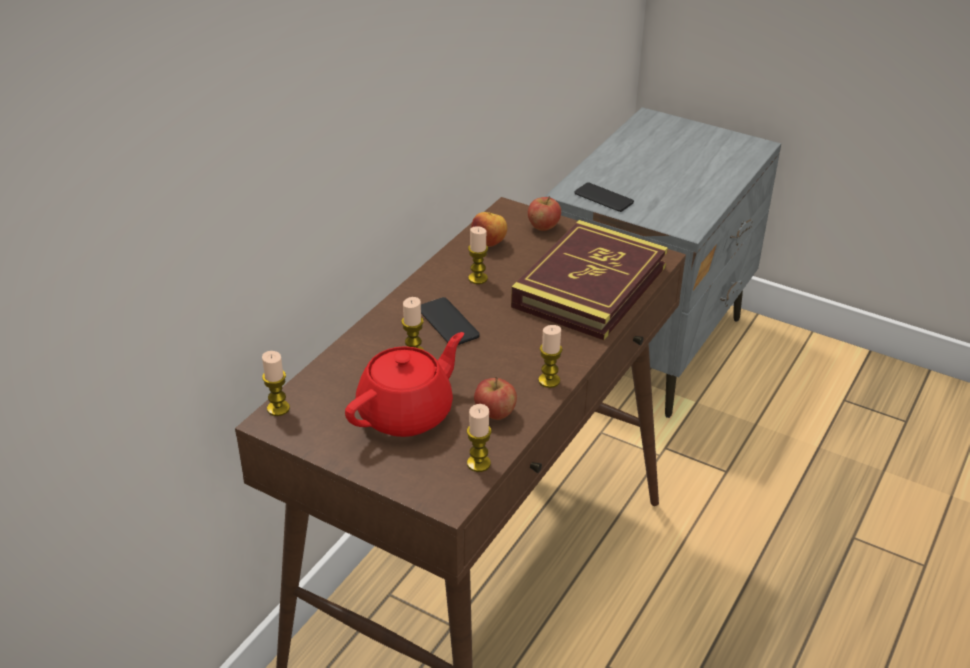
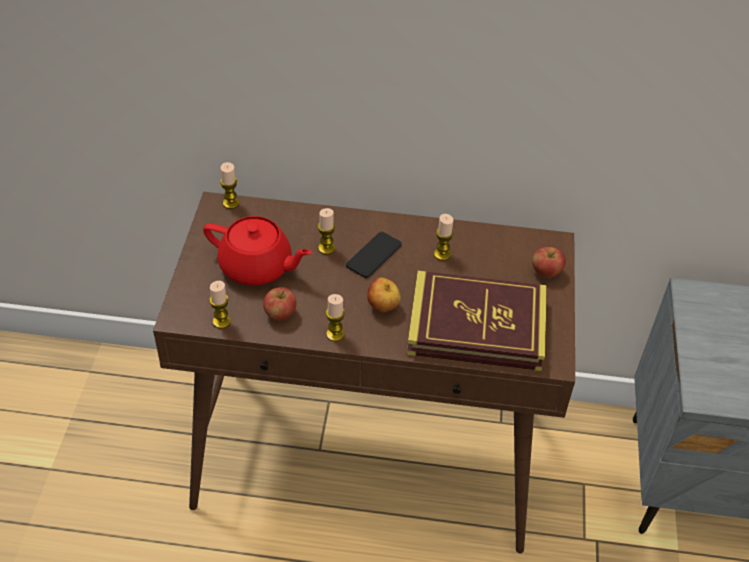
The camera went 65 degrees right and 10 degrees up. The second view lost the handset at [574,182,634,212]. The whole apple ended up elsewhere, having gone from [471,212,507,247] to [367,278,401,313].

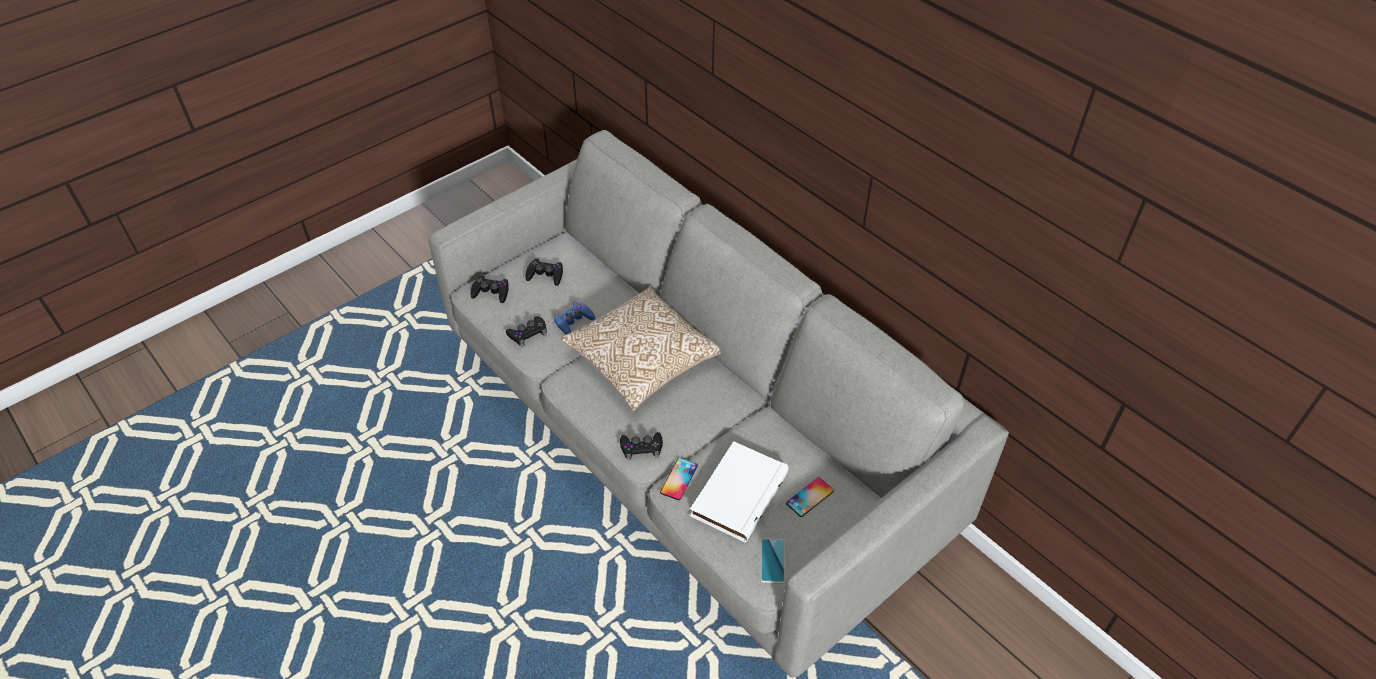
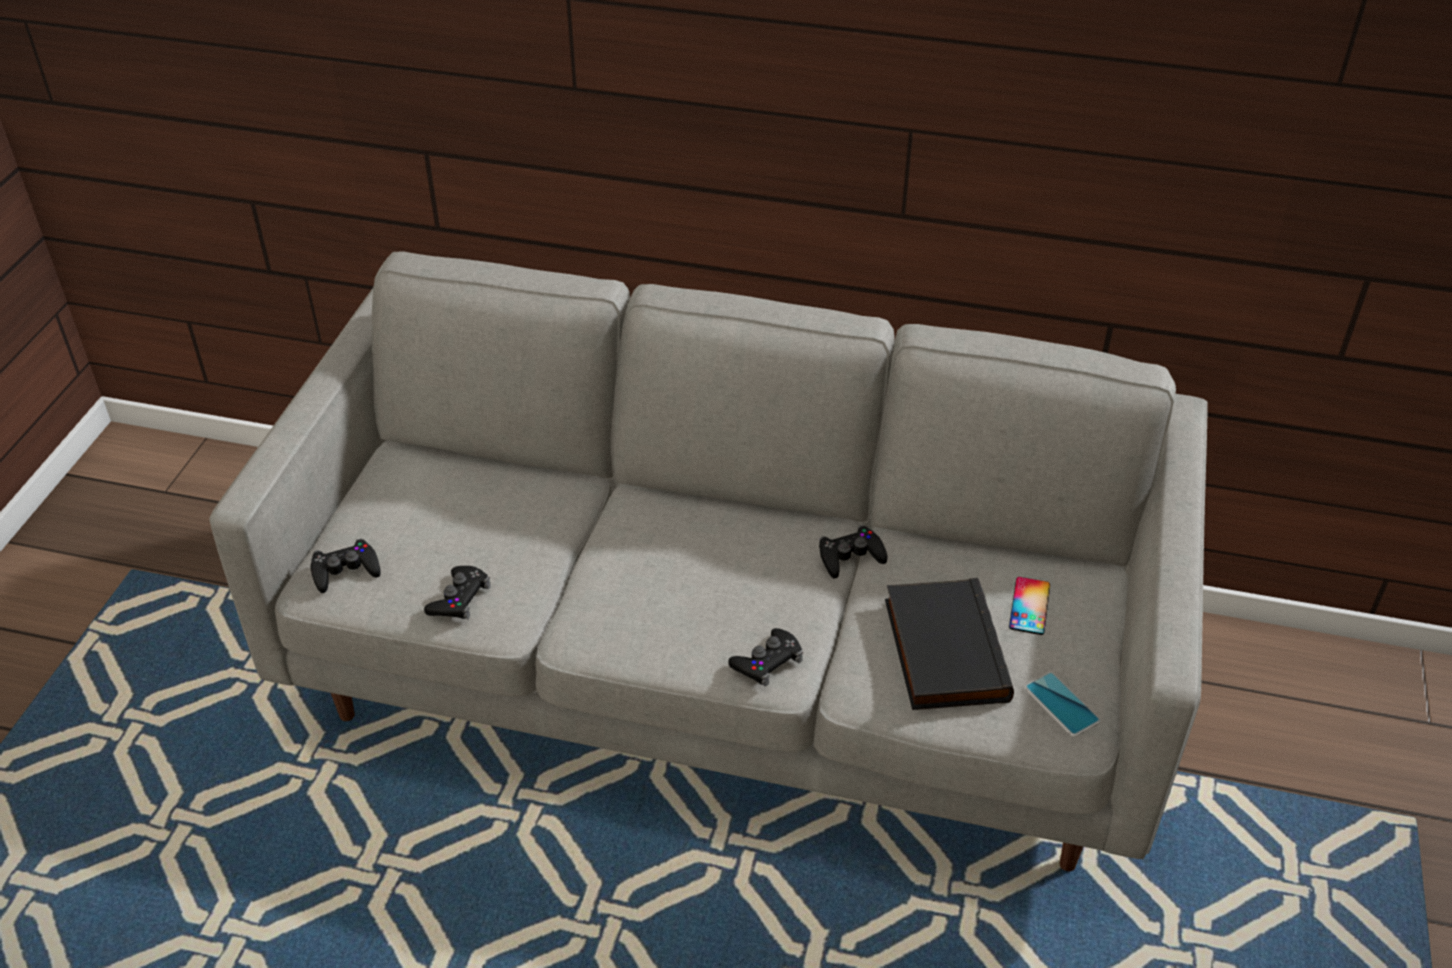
The camera went 35 degrees left and 5 degrees down. The game controller (blackish) ended up elsewhere, having gone from [525,258,563,286] to [819,525,887,579]. The second view lost the cushion at [561,286,721,411]. The second view lost the game controller (blue-coloured) at [554,302,595,335]. What was the bound book (whitish) at [690,441,789,543] turned into the bound book (blackish) at [885,578,1014,710]. The second view lost the handset at [660,458,698,500].

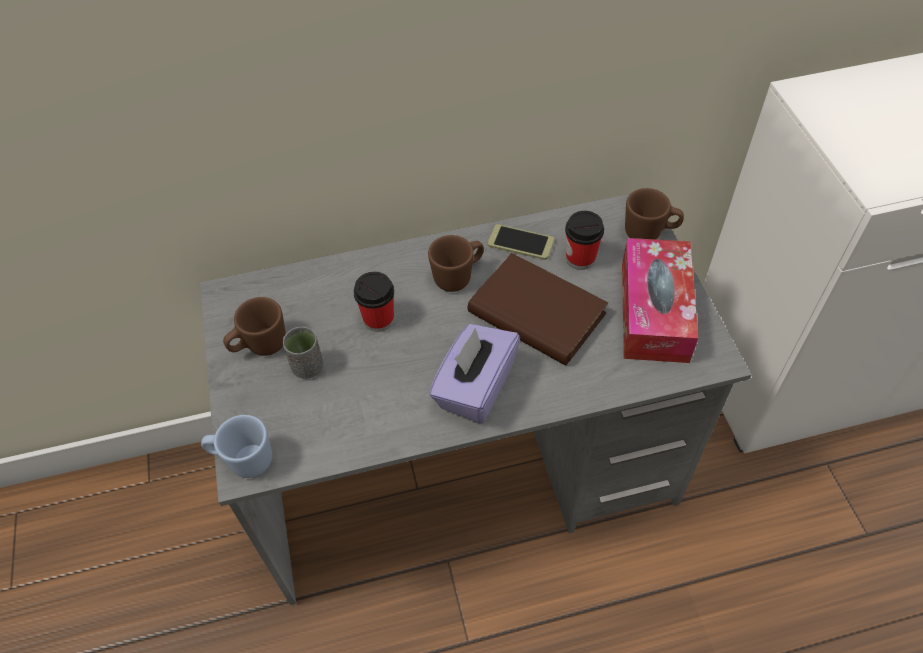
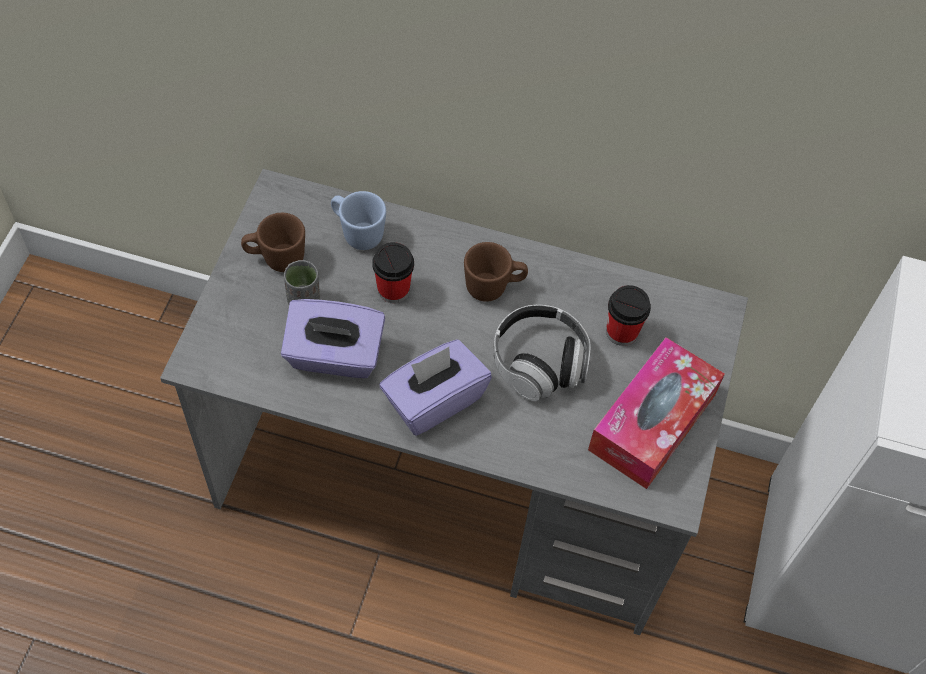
The camera went 25 degrees right and 5 degrees up. The second view lost the mug (brownish) at [625,188,684,240]. The second view lost the handset at [488,224,554,260]. Where the bound book (brownish) stood at [468,253,608,365], the headphones came to stand at [493,305,590,401]. The mug (blue-coloured) ended up elsewhere, having gone from [201,415,272,478] to [331,191,386,250]. The second view gained the box of tissues (purple) at [281,299,385,378].

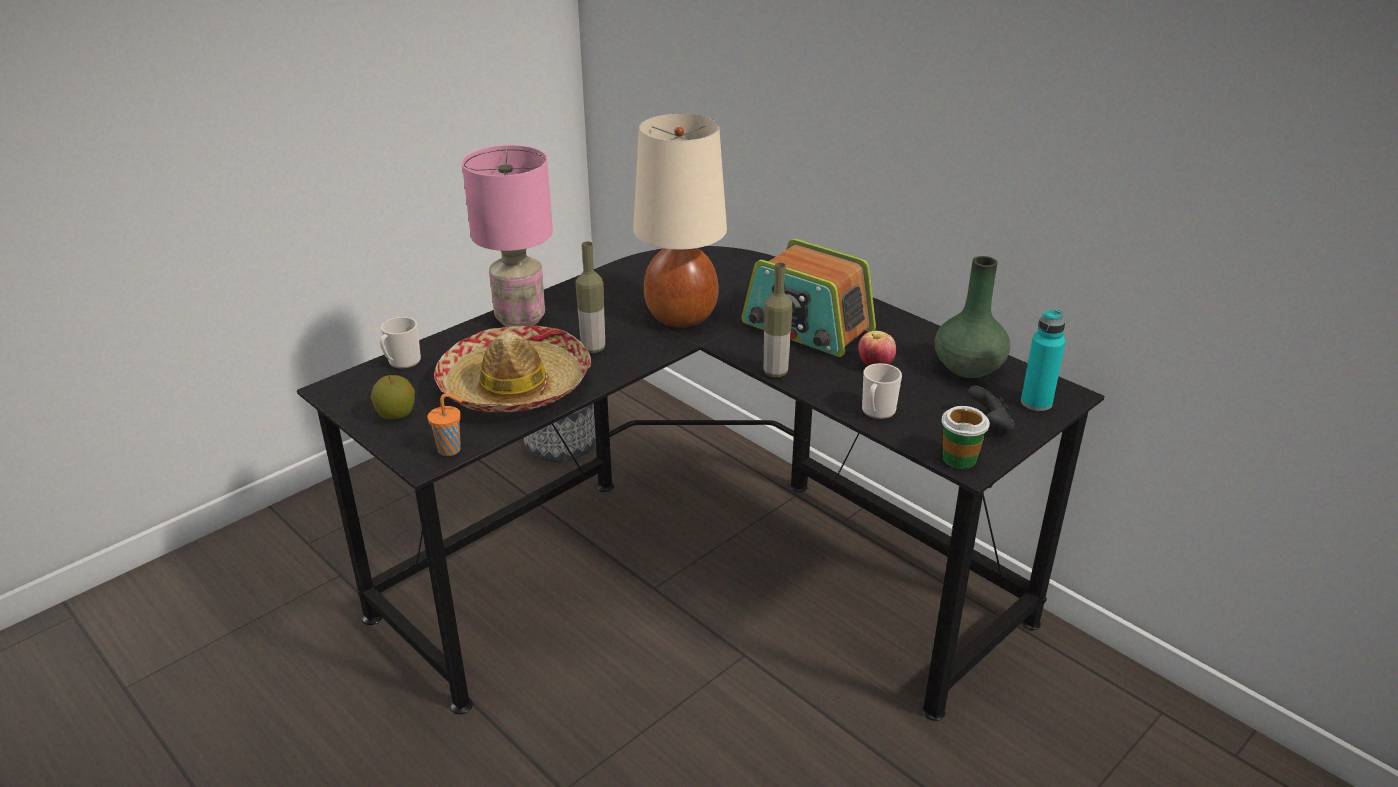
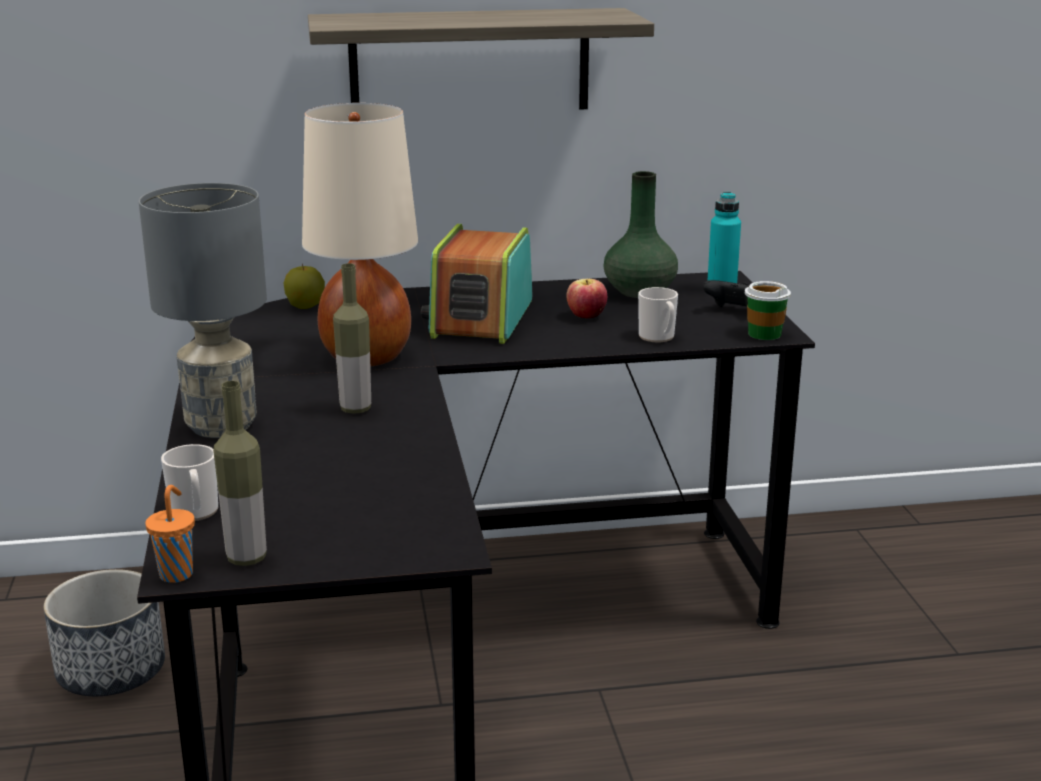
The camera went 55 degrees left and 10 degrees down. What was the tabletop lamp (pink) at [462,145,553,327] turned into the tabletop lamp (gray) at [139,183,267,438]. The radio at [741,239,876,357] ended up facing another way, 120 degrees clockwise from before. The drink bottle ended up elsewhere, having gone from [764,262,793,377] to [213,381,267,566]. The second view lost the wearable hat at [434,326,591,412]. The whole apple ended up elsewhere, having gone from [371,375,415,419] to [284,264,325,309]. The small cup (orangey) ended up elsewhere, having gone from [427,393,462,456] to [145,485,195,583]. The second view gained the wall shelf at [308,8,654,109].

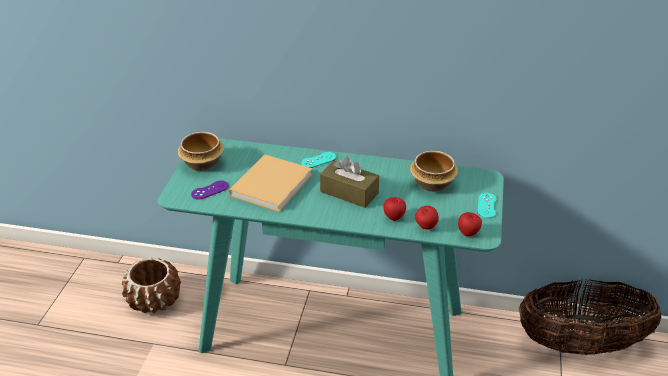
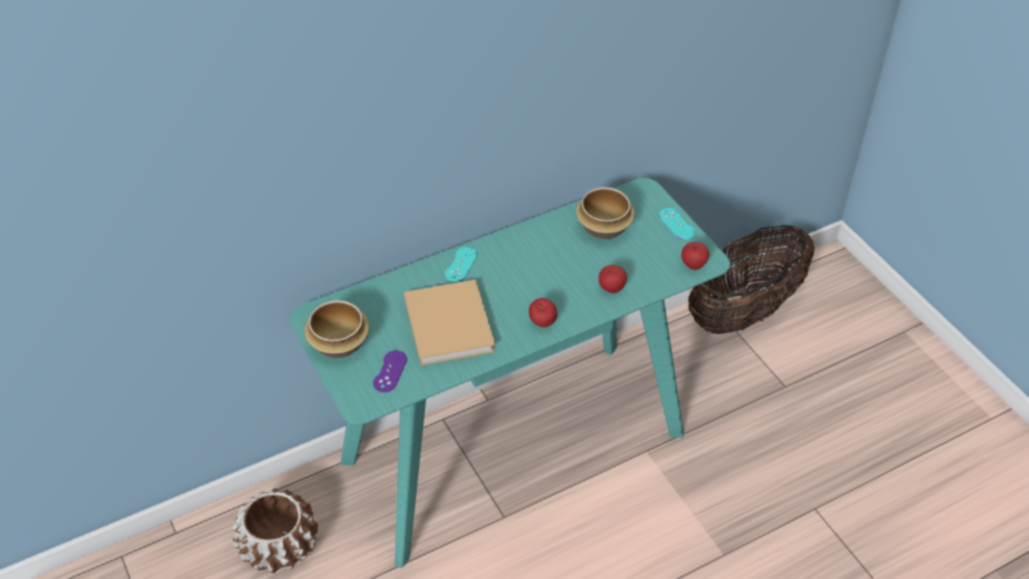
The camera went 40 degrees left and 10 degrees up. The second view lost the box of tissues (brownish) at [320,157,379,208]. The whole apple ended up elsewhere, having gone from [415,206,439,230] to [529,298,557,327].

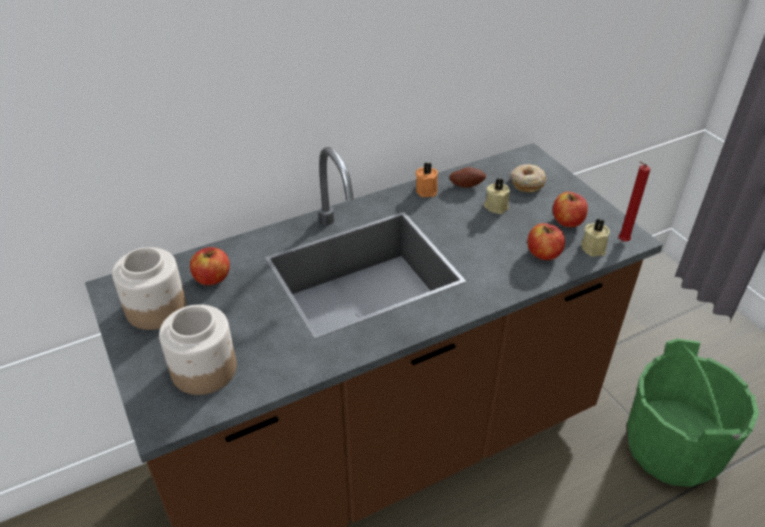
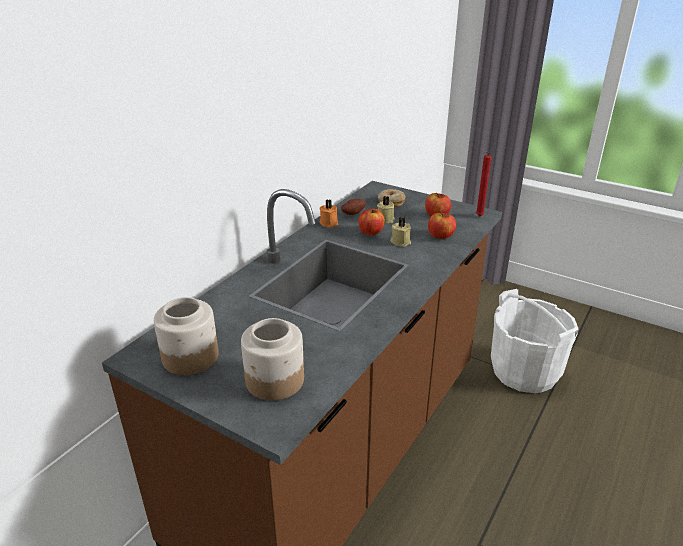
The camera went 30 degrees left and 10 degrees down. The wax light (sand-coloured) ended up elsewhere, having gone from [581,219,610,257] to [390,217,411,247]. The whole apple ended up elsewhere, having gone from [190,247,230,285] to [359,209,385,235]. What was the bucket (green) at [627,339,759,487] turned into the bucket (whitish) at [491,289,579,393].

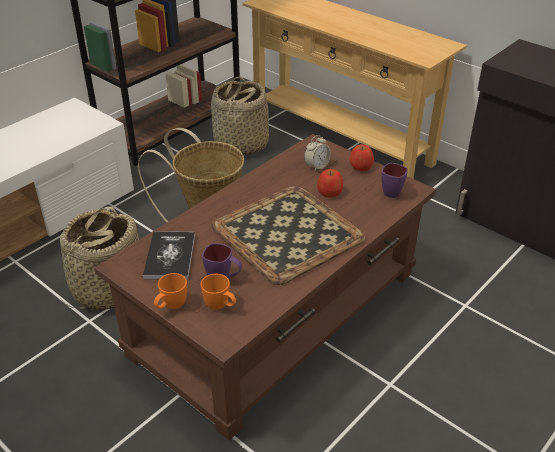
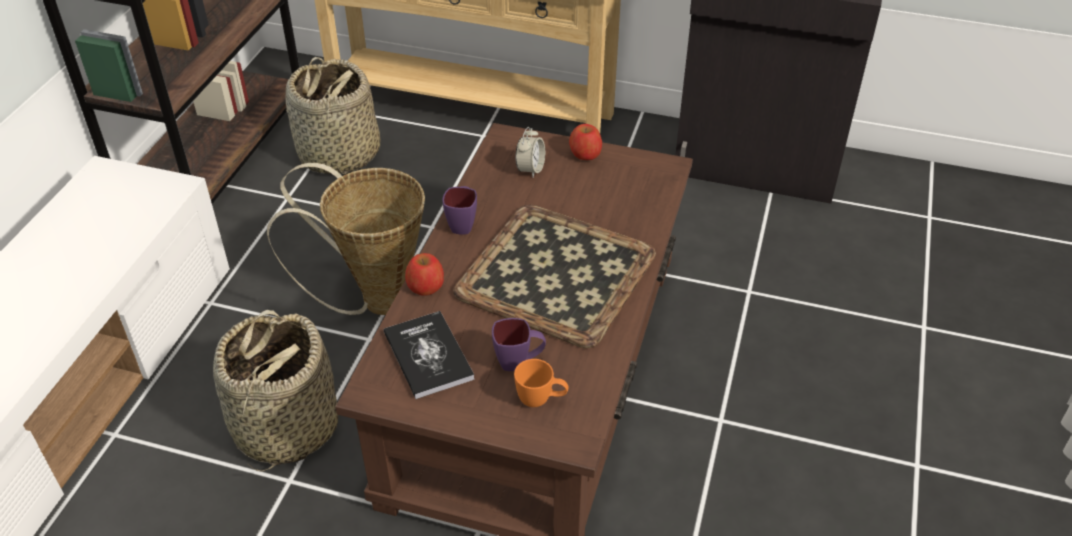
The camera went 25 degrees left and 5 degrees up. The mug (purple) ended up elsewhere, having gone from [381,163,408,198] to [442,186,477,235]. The whole apple ended up elsewhere, having gone from [317,169,343,197] to [405,253,444,296]. The second view lost the mug (orangey) at [154,273,187,309].

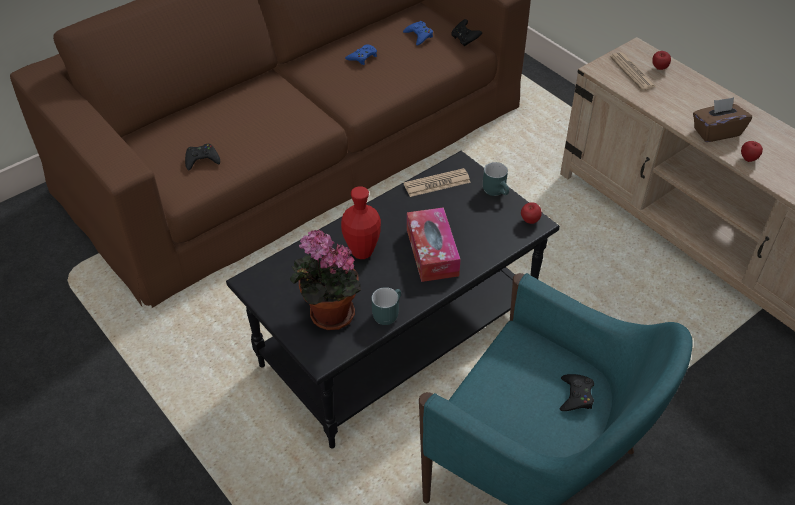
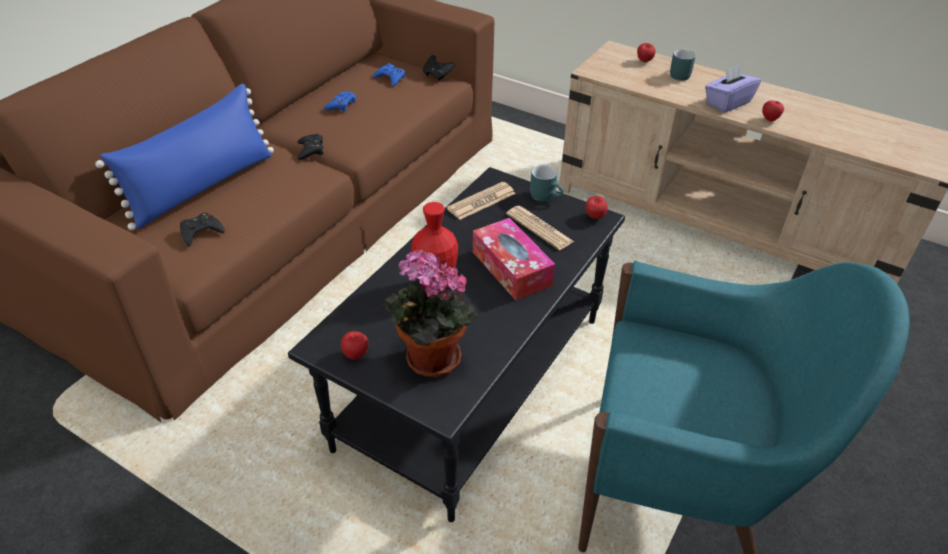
The camera went 20 degrees left and 5 degrees down. The daily paper ended up elsewhere, having gone from [610,52,656,90] to [506,206,574,250]. What was the box of tissues (brownish) at [693,97,752,142] turned into the box of tissues (purple) at [705,64,761,112]. The mug (blue-green) ended up elsewhere, having gone from [371,287,401,325] to [670,49,696,81]. The game controller (blackish) ended up elsewhere, having gone from [560,374,594,411] to [297,133,324,160]. The second view gained the cushion (blue-coloured) at [95,84,274,230]. The second view gained the whole apple at [341,331,368,360].

